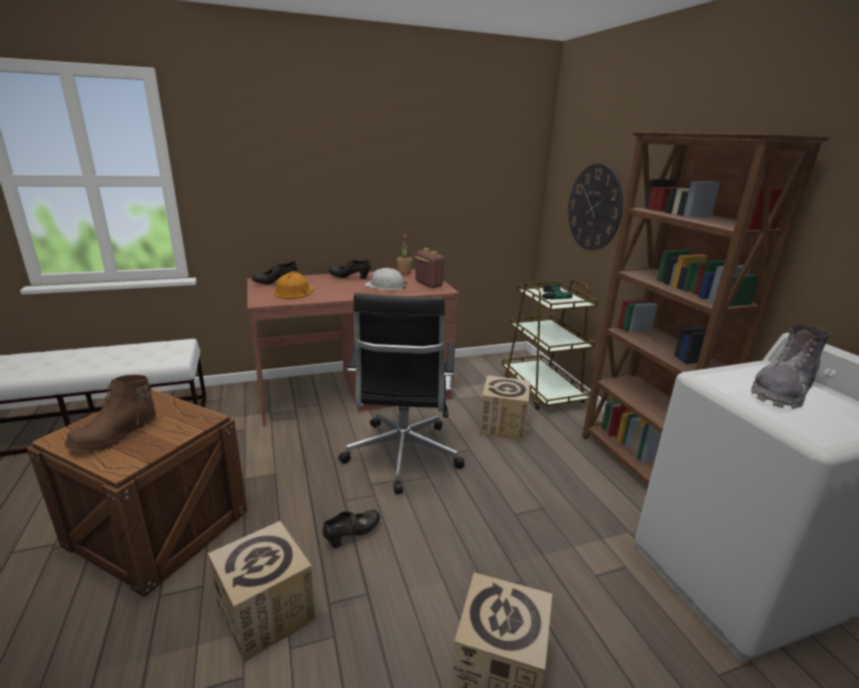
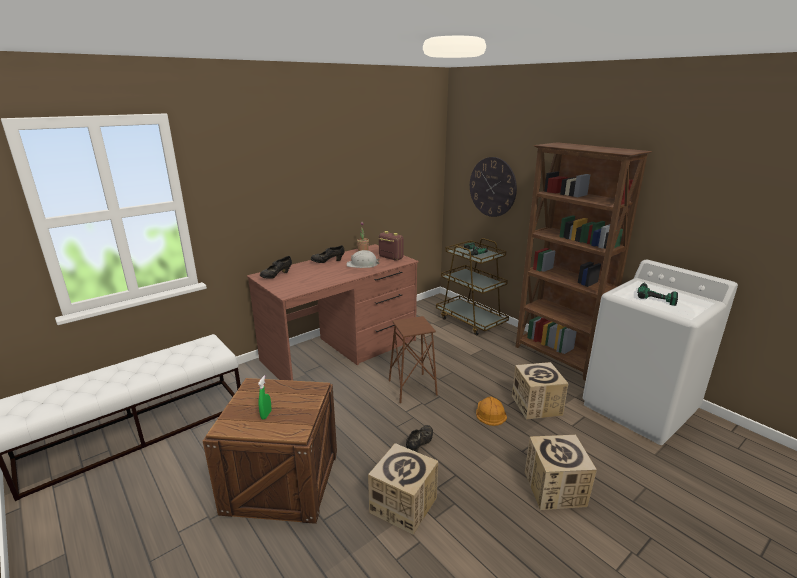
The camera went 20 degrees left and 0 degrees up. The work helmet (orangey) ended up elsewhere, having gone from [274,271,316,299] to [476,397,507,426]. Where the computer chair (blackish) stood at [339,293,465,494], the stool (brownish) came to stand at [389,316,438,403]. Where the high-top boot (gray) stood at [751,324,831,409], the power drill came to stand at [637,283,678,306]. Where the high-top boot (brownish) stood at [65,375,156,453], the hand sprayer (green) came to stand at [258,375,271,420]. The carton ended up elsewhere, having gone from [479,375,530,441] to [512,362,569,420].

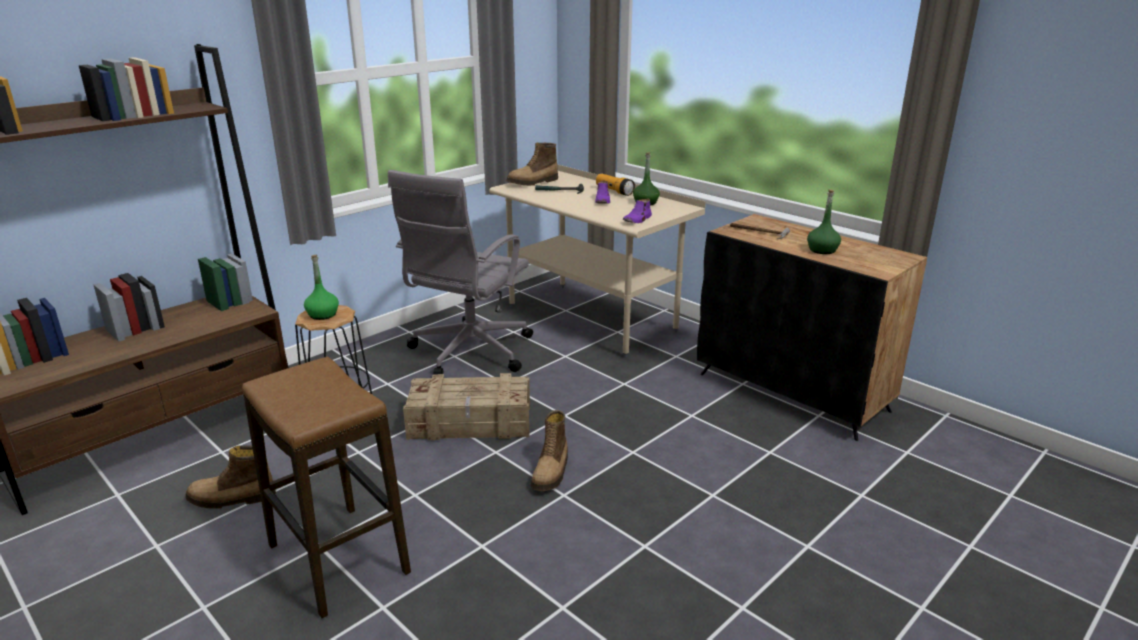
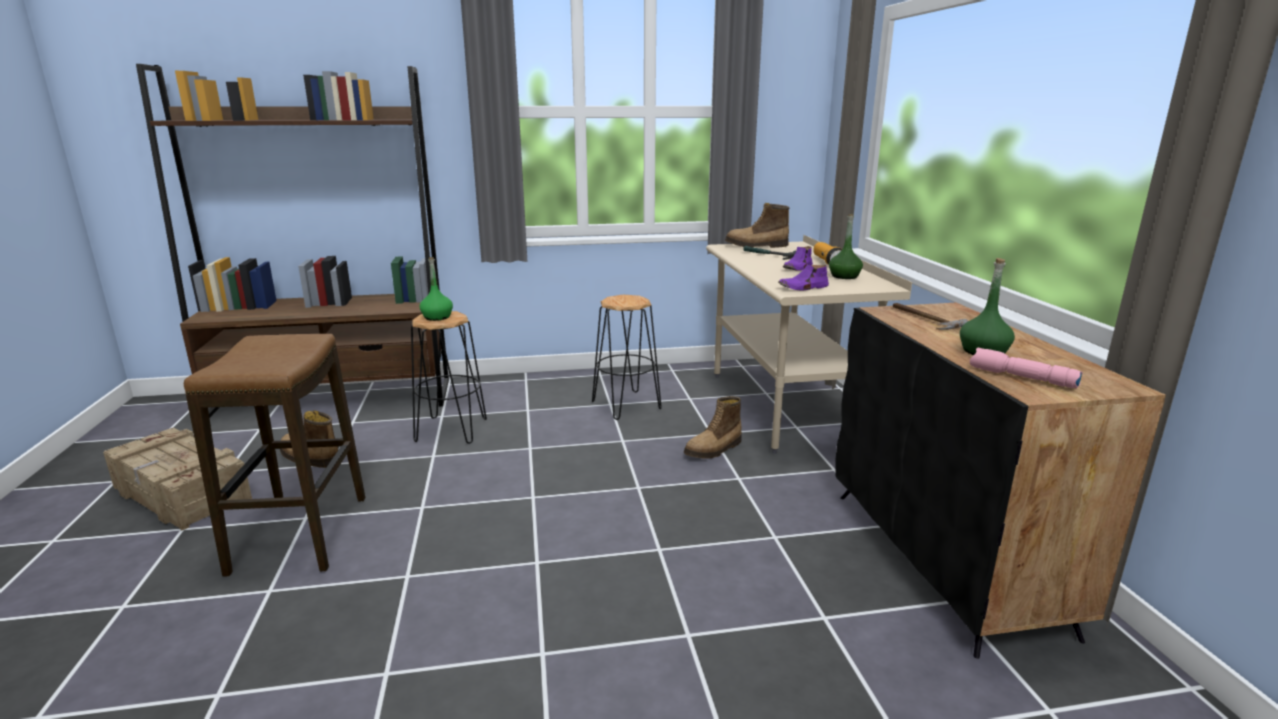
The camera went 35 degrees right and 5 degrees down. Where the computer chair (gray) stood at [388,170,533,374], the stool (blackish) came to stand at [592,295,662,420]. The crate ended up elsewhere, having gone from [403,373,530,440] to [103,428,252,530]. The high-top boot ended up elsewhere, having gone from [531,410,568,491] to [684,396,742,459]. The second view gained the torch (pink) at [970,348,1083,389].

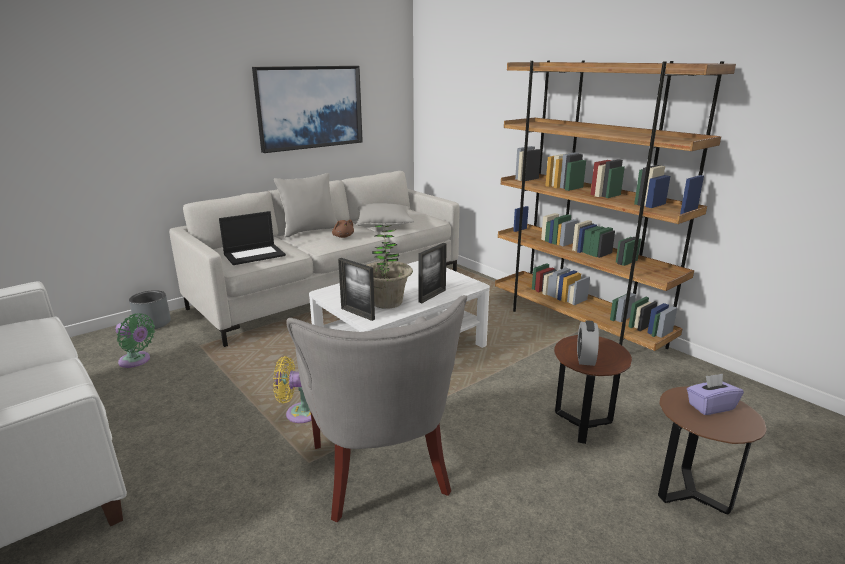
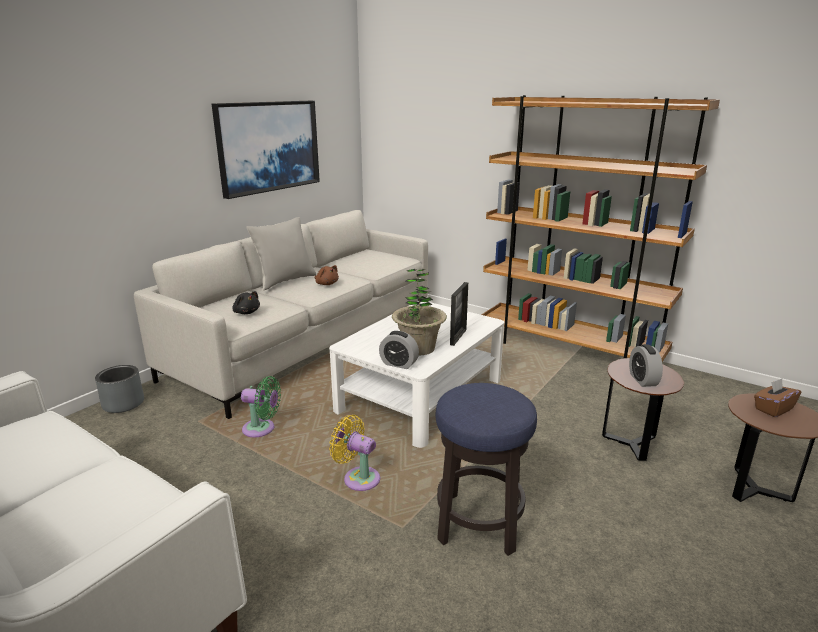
The camera went 15 degrees left and 0 degrees up. The second view lost the cushion (gray) at [356,203,414,227]. Where the notebook computer stood at [219,211,286,265], the soft toy (blackish) came to stand at [232,291,260,314]. Where the photo frame stood at [338,258,375,321], the bedside clock came to stand at [379,331,419,369]. Where the easy chair (gray) stood at [286,295,467,522], the stool came to stand at [436,383,537,556]. The fan (green) ended up elsewhere, having gone from [116,313,155,368] to [241,376,281,437]. The fan (yellow) at [273,356,311,423] ended up facing another way, 45 degrees clockwise from before. What was the box of tissues (purple) at [687,374,744,415] turned into the box of tissues (brownish) at [754,378,801,417].

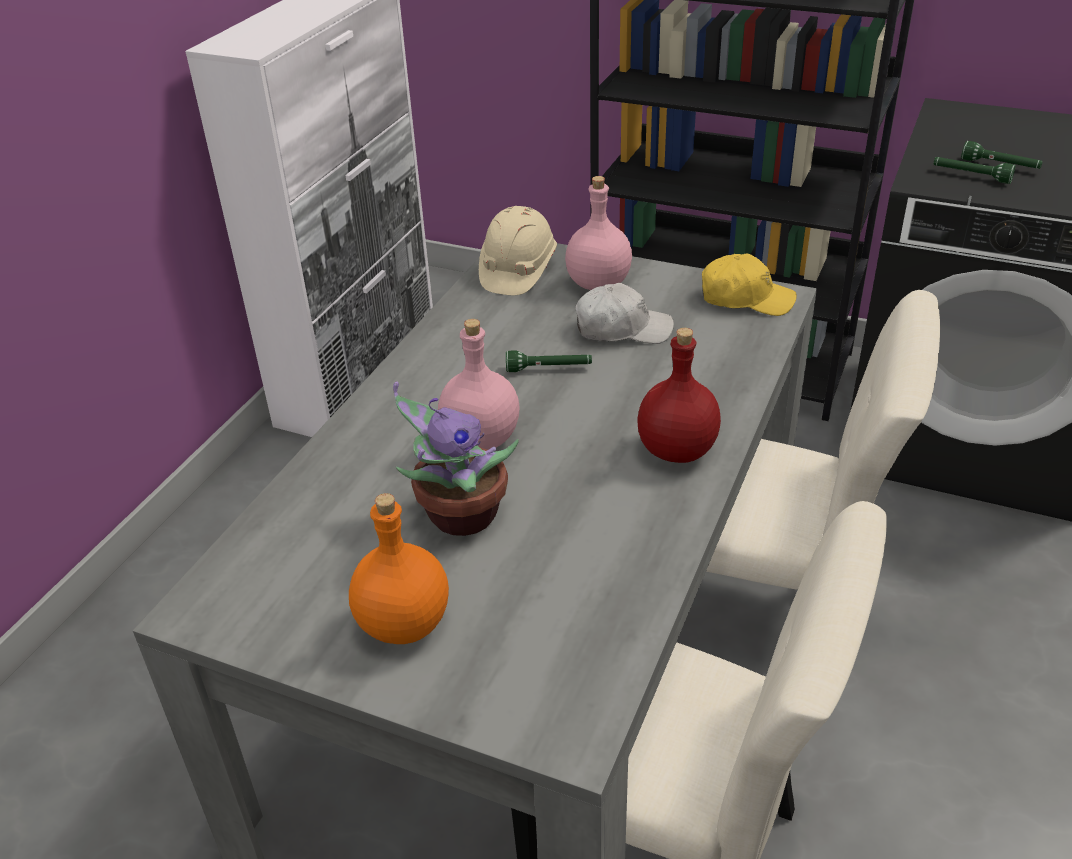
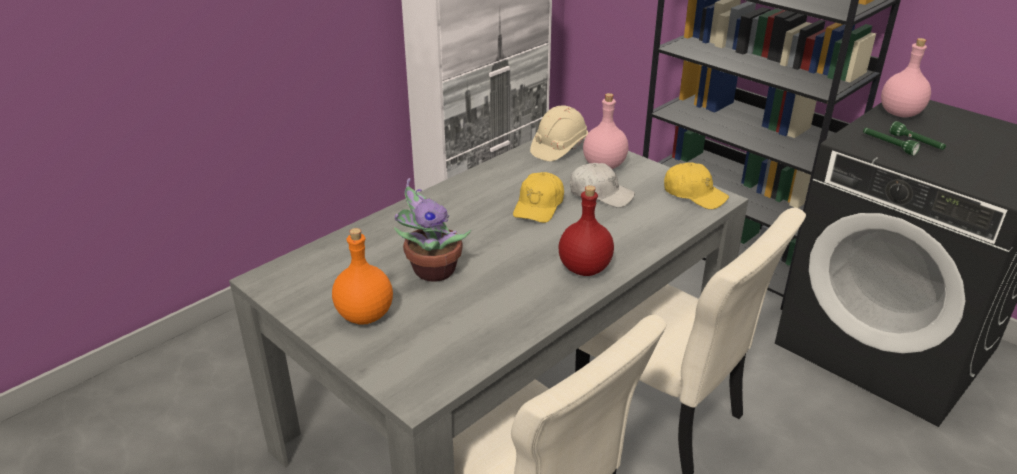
The camera went 20 degrees right and 5 degrees down. The drink bottle (pink) ended up elsewhere, having gone from [438,319,520,450] to [881,38,931,118]. Where the torch (green) stood at [506,351,592,372], the cap (yellow) came to stand at [513,172,564,223].

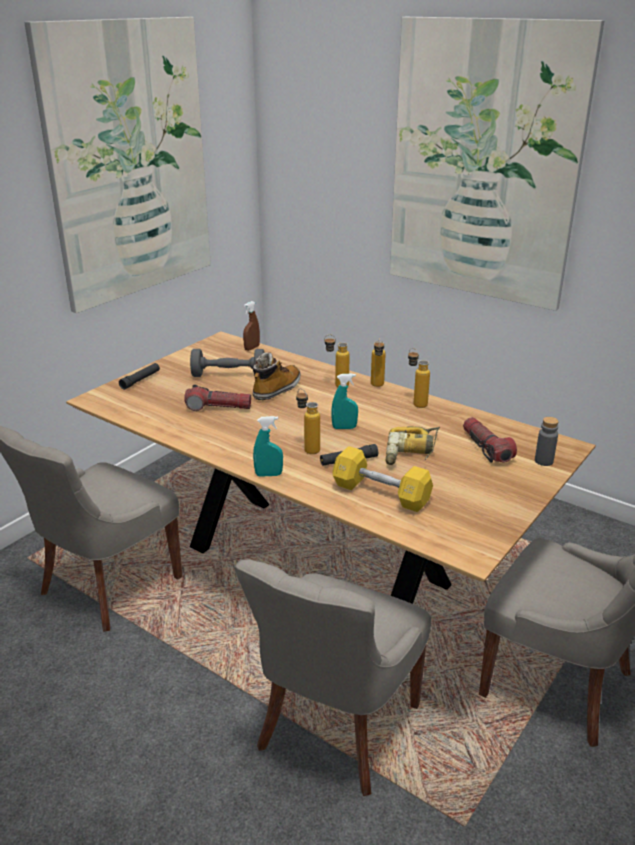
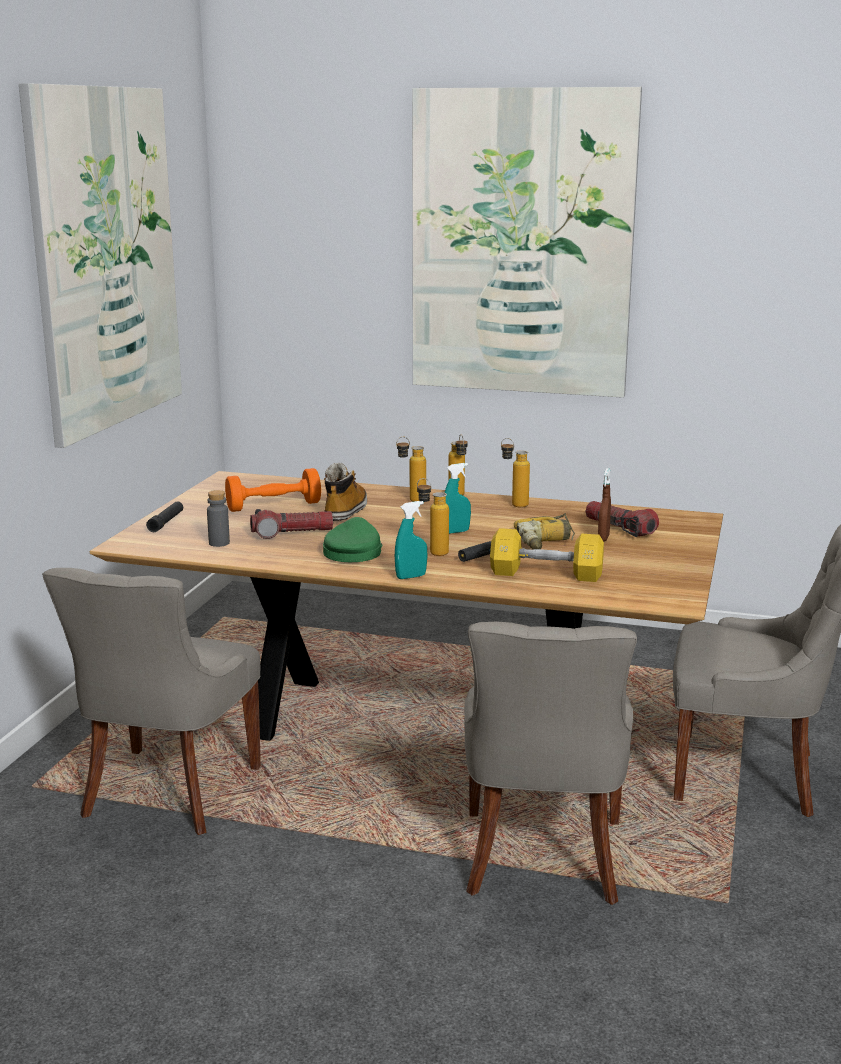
The camera went 20 degrees left and 10 degrees down. The hand sprayer (brownish) ended up elsewhere, having gone from [243,301,260,351] to [598,468,611,542]. What was the hand weight (gray) at [190,349,264,377] turned into the hand weight (orangey) at [225,468,321,512]. The drink bottle (gray) ended up elsewhere, having gone from [535,417,559,466] to [207,490,230,547]. The second view gained the cap (green) at [323,517,382,562].

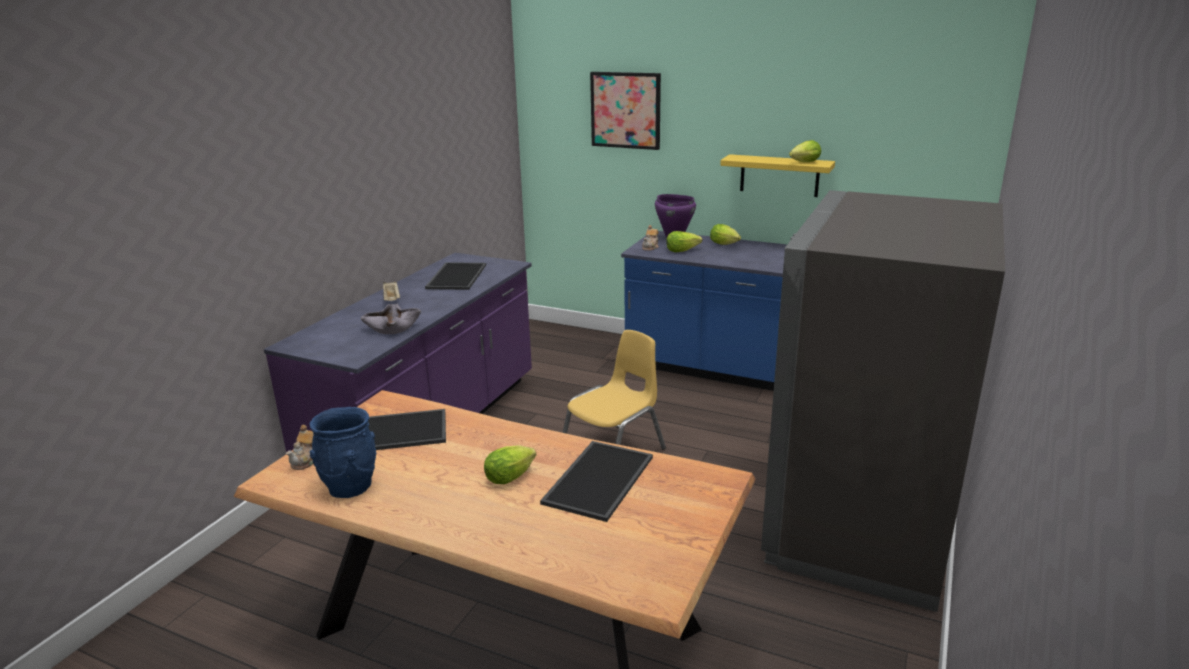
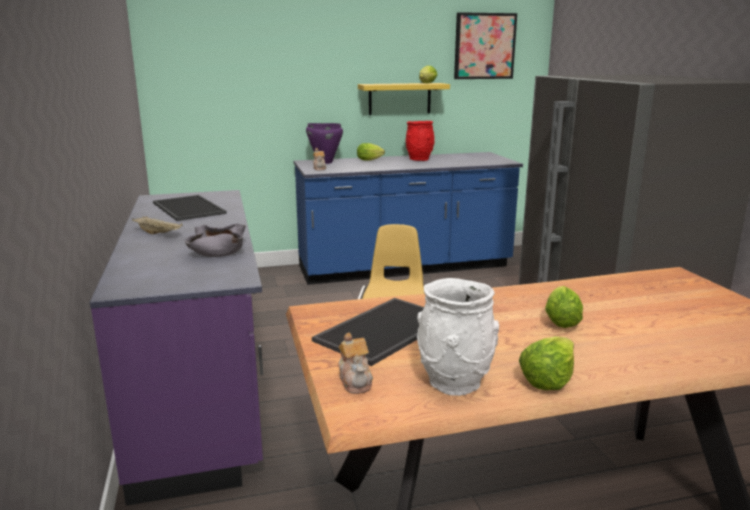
The camera went 40 degrees left and 5 degrees down. The wall art ended up elsewhere, having gone from [590,72,661,150] to [454,12,517,79]. The head of lettuce ended up elsewhere, having gone from [666,231,702,252] to [519,336,574,390]. What was the flower vase (blue-coloured) at [309,407,376,498] turned into the flower vase (whitish) at [417,278,499,396]. The second view lost the serving tray at [540,441,653,522]. The second view gained the flower vase (red-coloured) at [406,121,435,161].

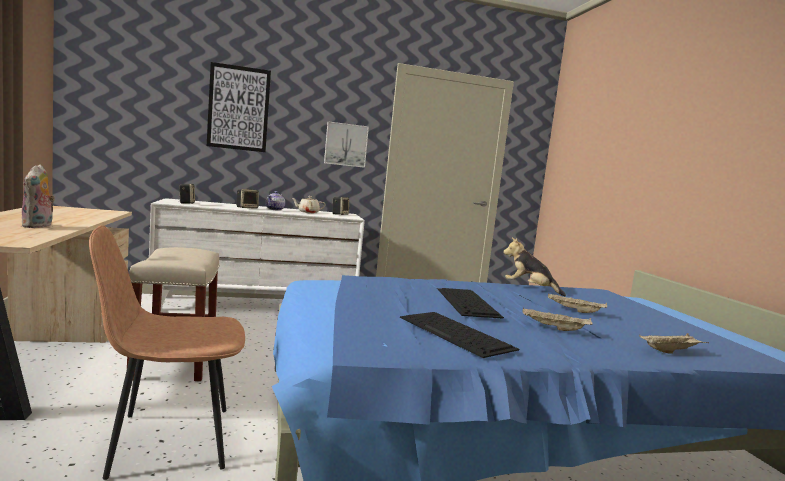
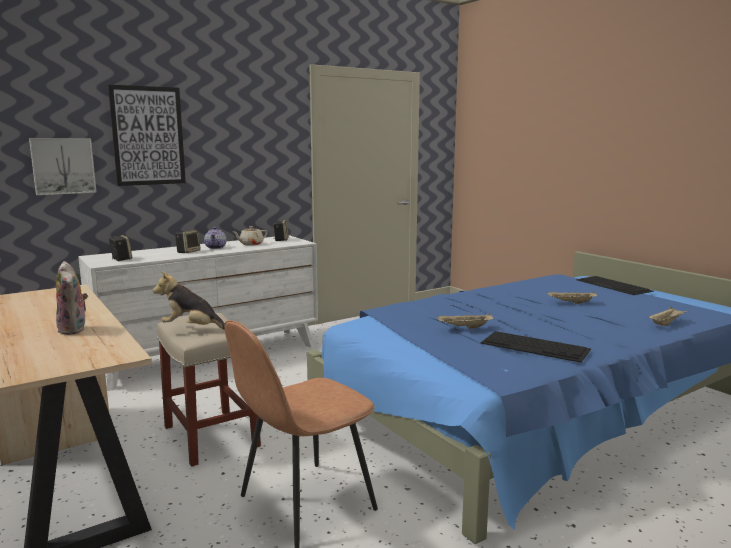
The camera went 20 degrees left and 5 degrees up. The wall art ended up elsewhere, having gone from [324,121,369,168] to [29,138,97,195]. The soft toy ended up elsewhere, having gone from [503,238,566,297] to [153,271,225,329]. The computer keyboard ended up elsewhere, having gone from [438,288,504,319] to [576,276,654,295]. The serving tray (sand-coloured) ended up elsewhere, having gone from [523,308,593,331] to [437,313,494,329].

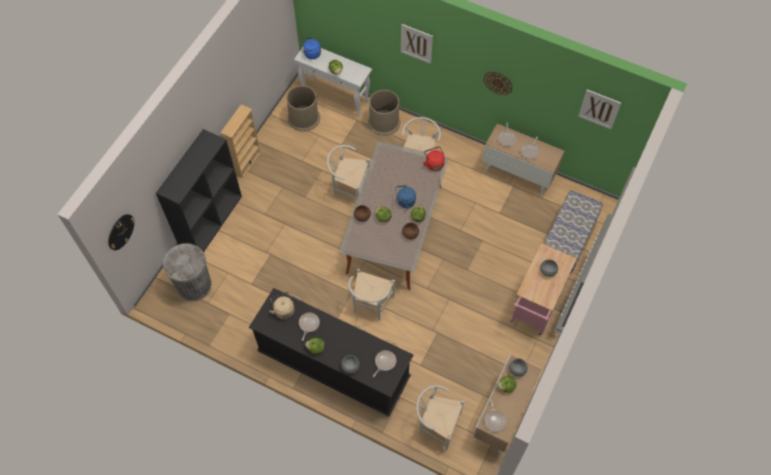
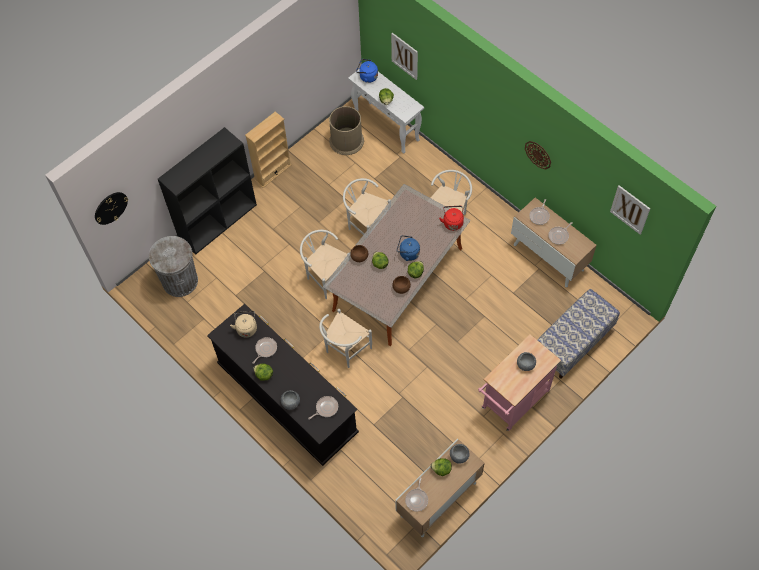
The camera went 20 degrees right and 0 degrees up. The wall art ended up elsewhere, having gone from [401,24,433,64] to [391,33,418,80]. The second view lost the rubbish bin (brownish) at [368,90,401,136]. The plain chair (whitish) ended up elsewhere, having gone from [416,385,464,451] to [300,230,349,299].

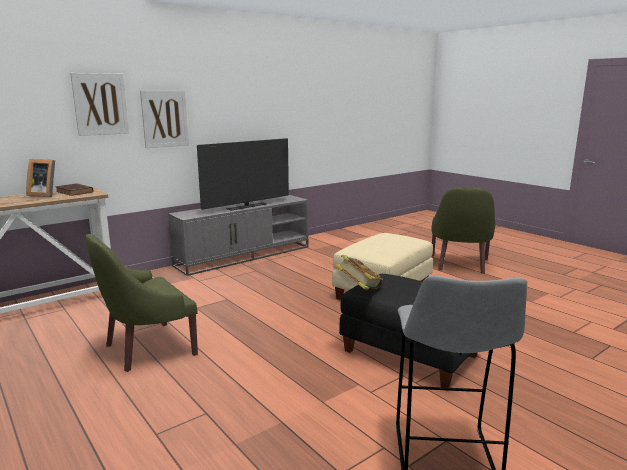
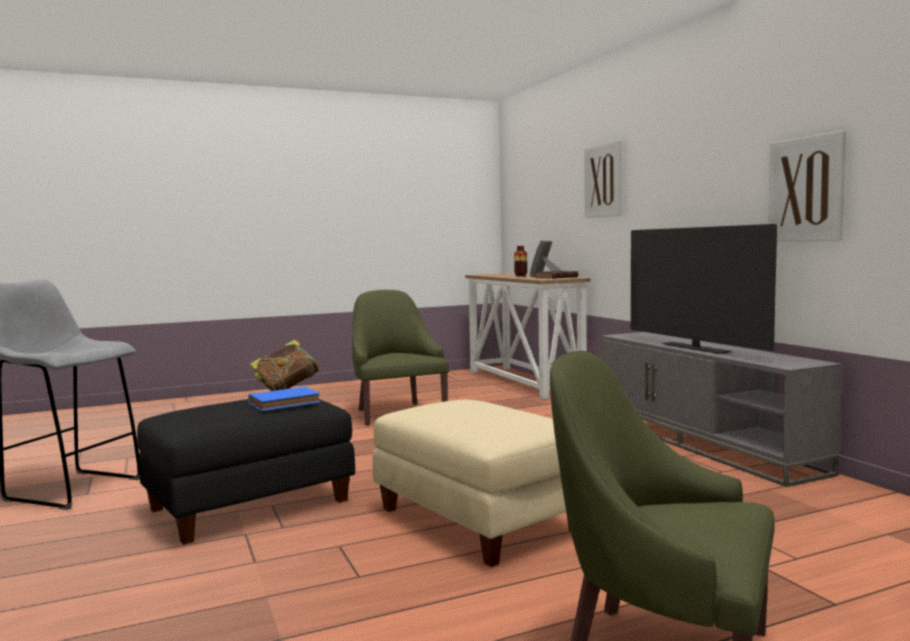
The camera went 105 degrees right and 10 degrees down. The wall art ended up elsewhere, having gone from [140,91,189,148] to [768,130,846,242]. The second view gained the flower vase at [514,246,527,277]. The second view gained the bound book (blue-coloured) at [249,387,320,411].

